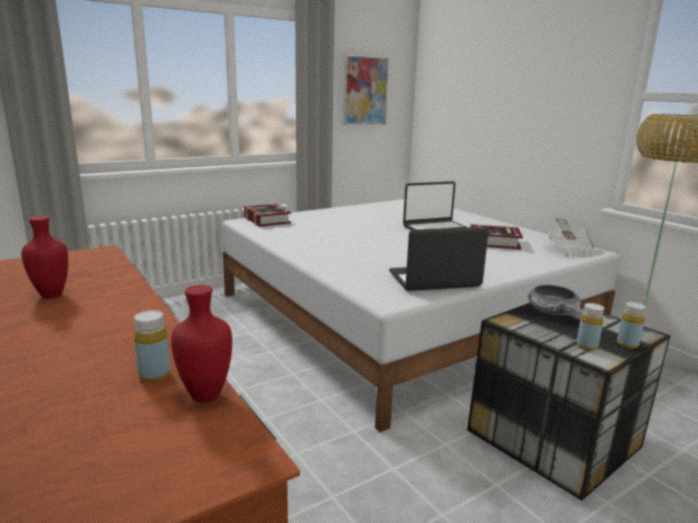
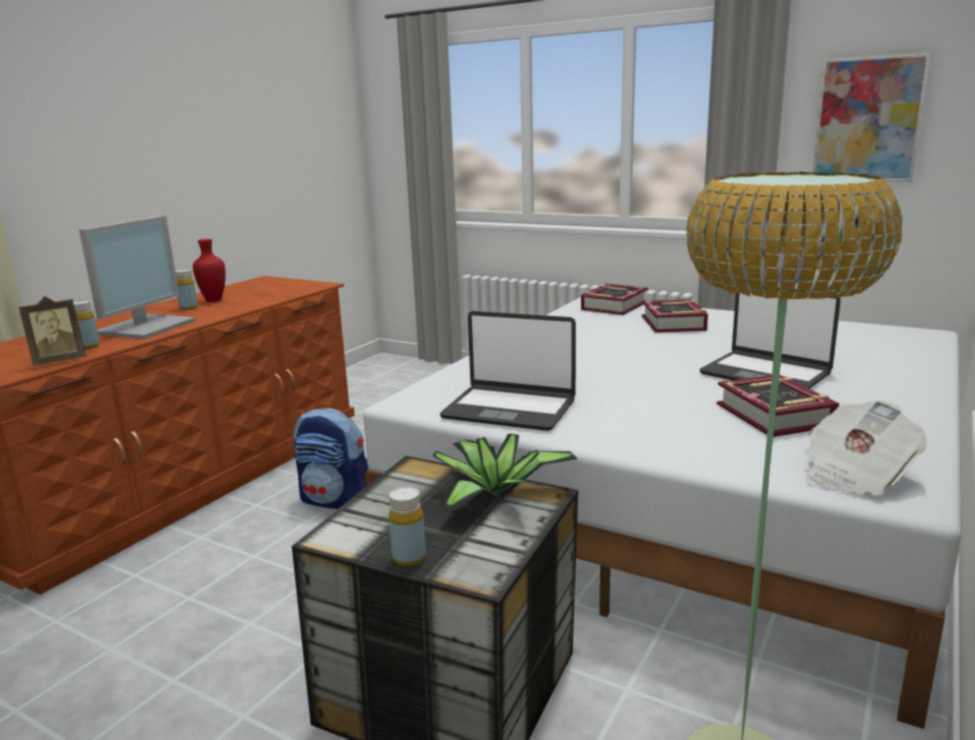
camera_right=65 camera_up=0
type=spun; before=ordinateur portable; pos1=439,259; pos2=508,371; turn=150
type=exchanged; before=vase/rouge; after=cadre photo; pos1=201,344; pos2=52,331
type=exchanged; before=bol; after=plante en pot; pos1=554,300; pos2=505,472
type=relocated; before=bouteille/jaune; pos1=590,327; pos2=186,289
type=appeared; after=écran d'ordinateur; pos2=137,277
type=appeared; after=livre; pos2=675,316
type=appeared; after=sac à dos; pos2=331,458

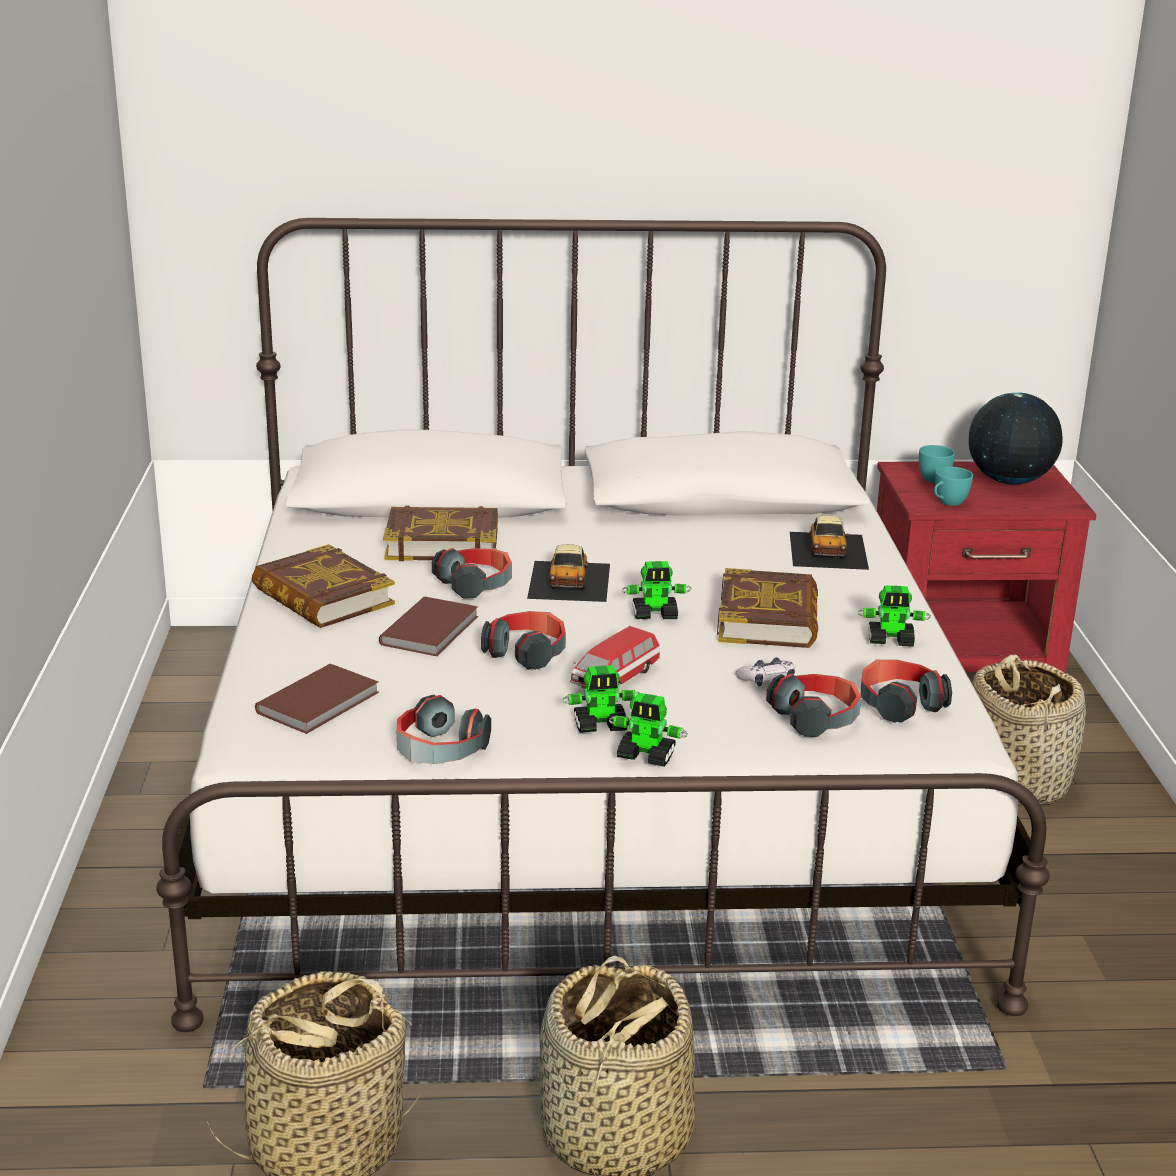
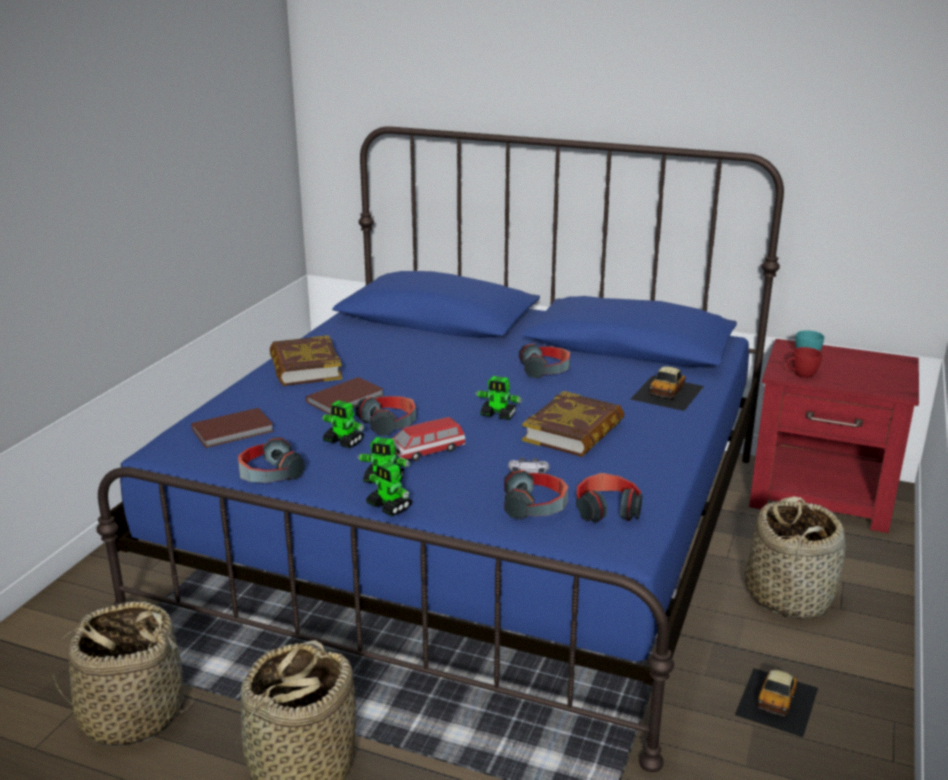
camera_right=25 camera_up=0
type=colour; before=lit/blanc; after=lit/bleu; pos1=603,625; pos2=440,449
type=missing; before=globe; pos1=1016,438
type=colour; before=tasse/turquoise; after=tasse/rouge; pos1=953,486; pos2=804,362
type=missing; before=livre; pos1=440,533
type=relocated; before=petite voiture; pos1=568,573; pos2=776,702
type=relocated; before=casque audio; pos1=472,573; pos2=544,361
type=relocated; before=robot jouet; pos1=894,616; pos2=343,424

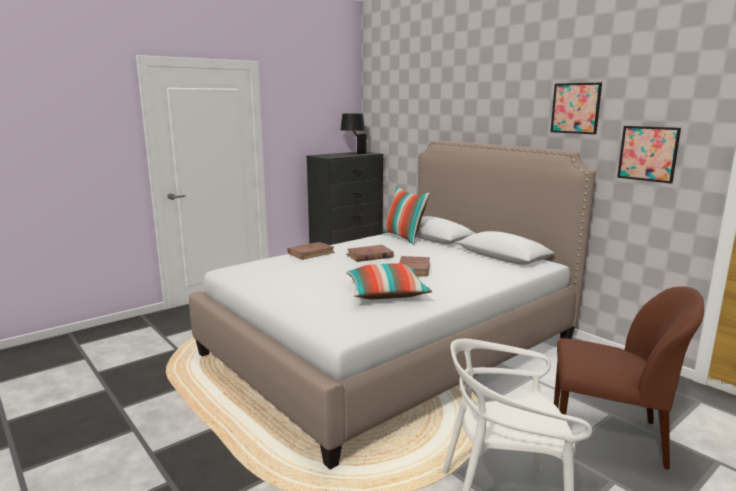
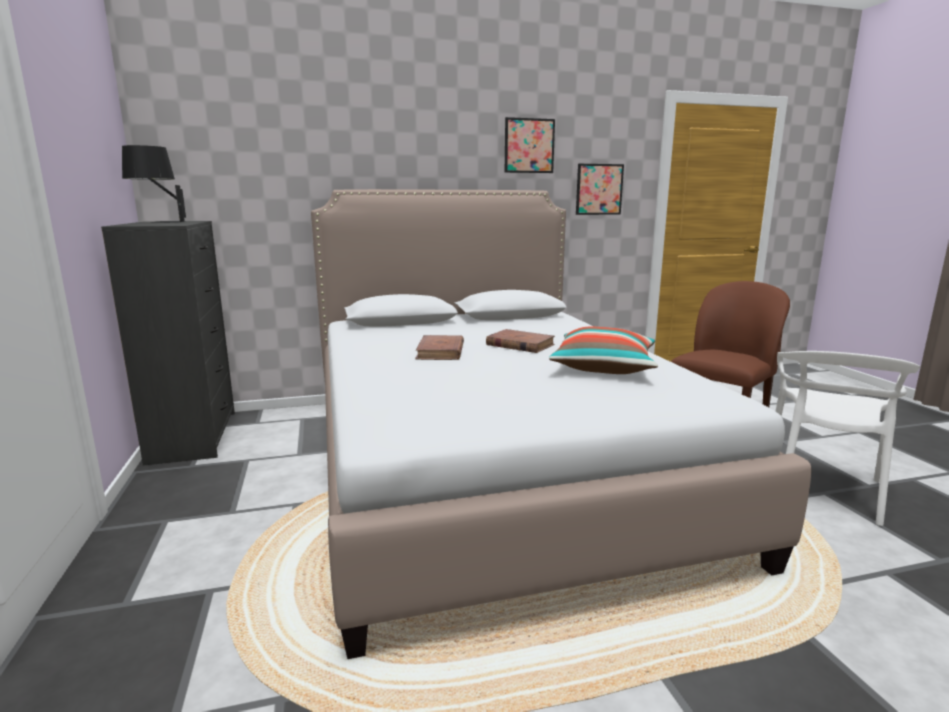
camera_right=-65 camera_up=0
type=missing; before=coussin; pos1=406,215
type=missing; before=livre/marron; pos1=311,251

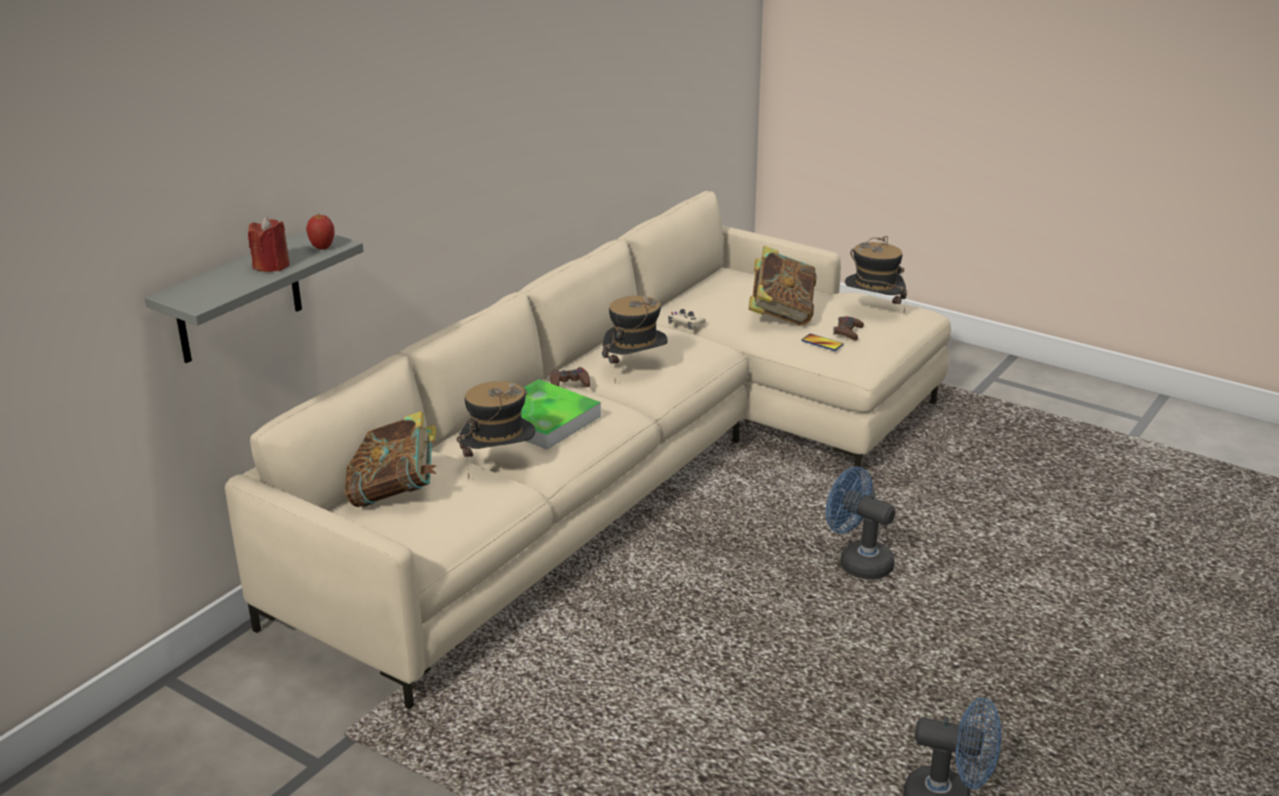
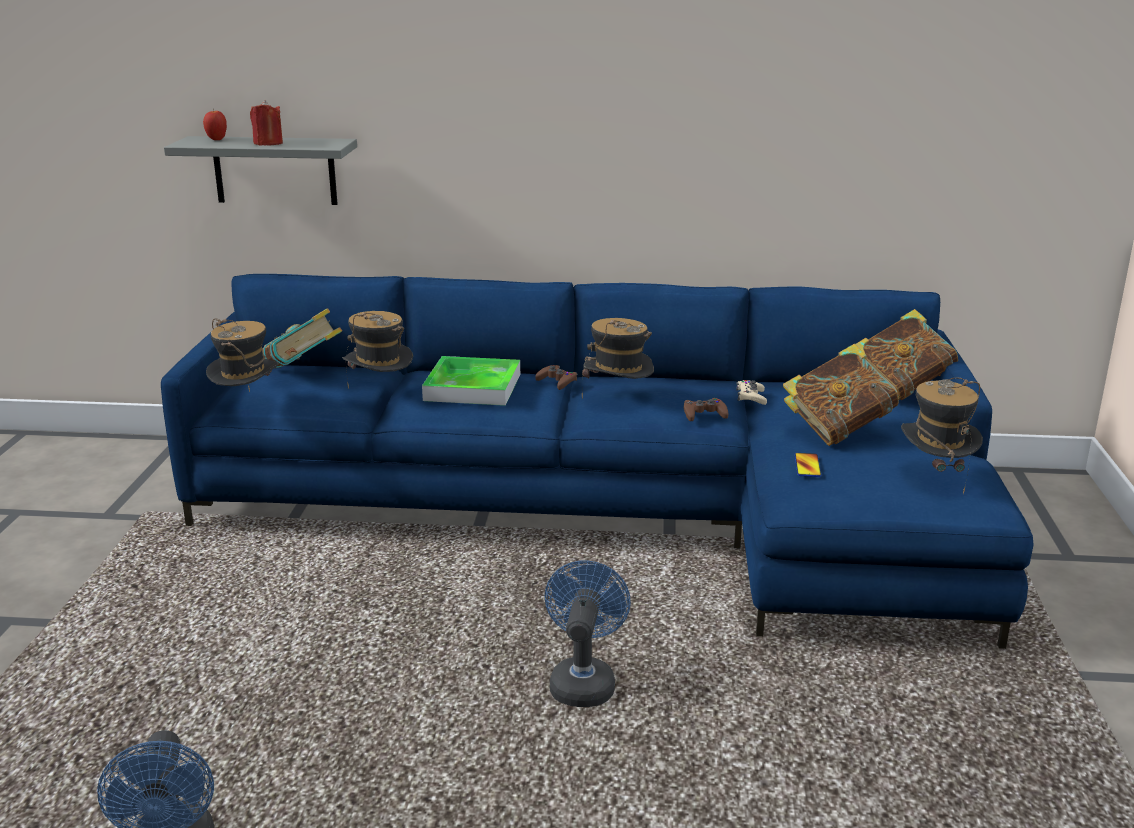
camera_right=60 camera_up=-5
type=colour; before=canapé/beige; after=canapé/bleu; pos1=588,450; pos2=597,461
type=relocated; before=pomme; pos1=320,231; pos2=215,124
type=relocated; before=manette/marron; pos1=848,328; pos2=706,409
type=appeared; after=livre; pos2=907,354
type=appeared; after=chapeau; pos2=242,355

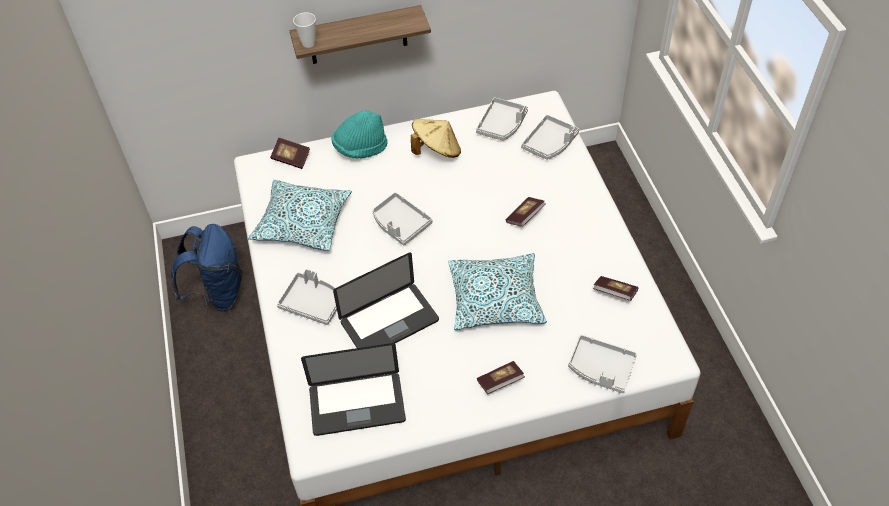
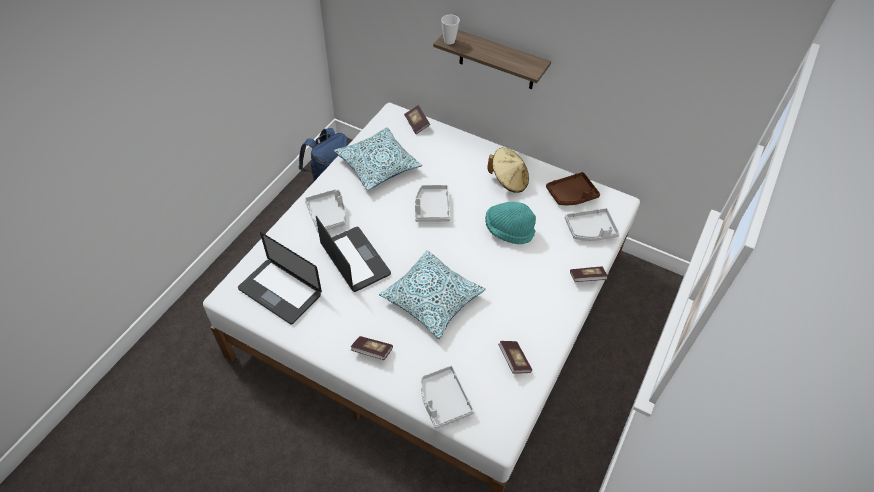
camera_right=40 camera_up=0
type=colour; before=plateau/gris; after=plateau/marron; pos1=502,119; pos2=573,188
type=relocated; before=chapeau/turquoise; pos1=359,134; pos2=510,223
type=relocated; before=livre; pos1=525,212; pos2=589,274
type=spun; before=ordinateur portable; pos1=386,300; pos2=353,254; turn=-135

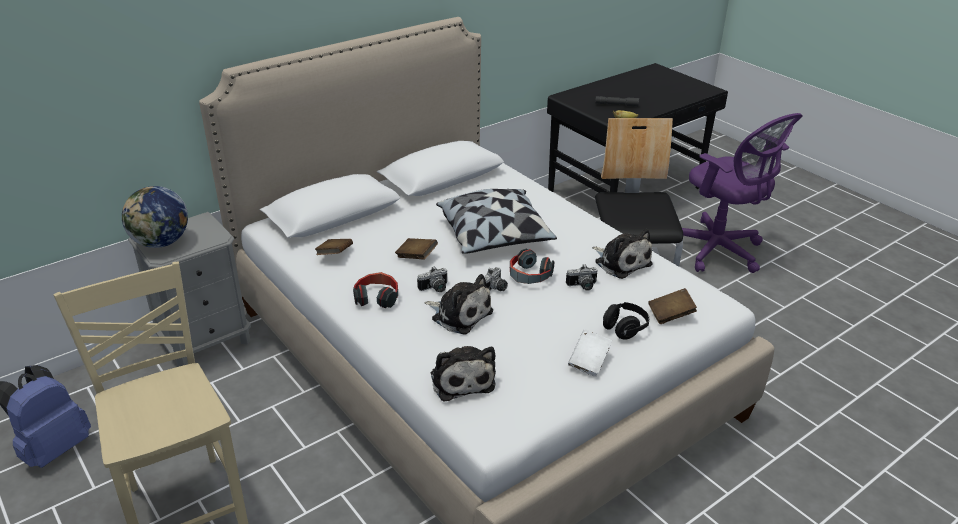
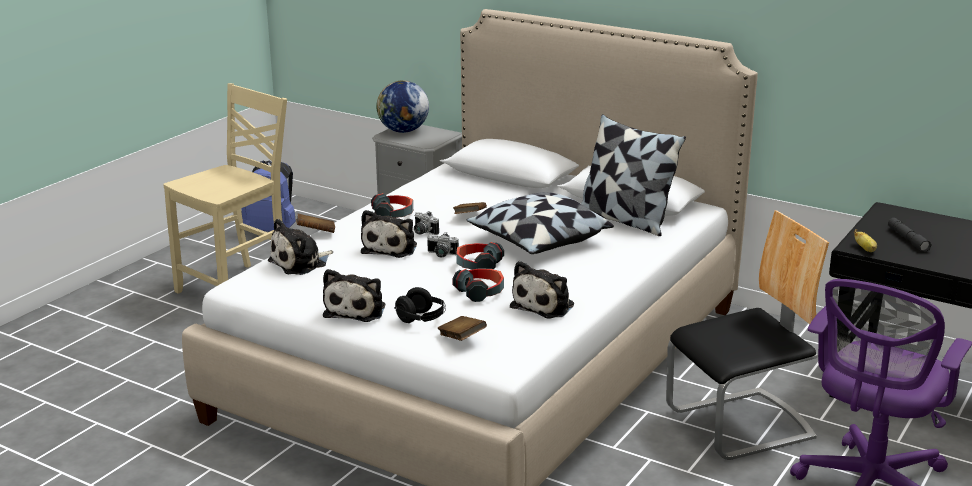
camera_right=70 camera_up=-10
type=relocated; before=livre/marron; pos1=334,247; pos2=315,223
type=exchanged; before=appareil photo; after=casque audio; pos1=582,277; pos2=478,285
type=exchanged; before=livre/blanc; after=peluche; pos1=590,353; pos2=354,295
type=appeared; after=coussin; pos2=633,175

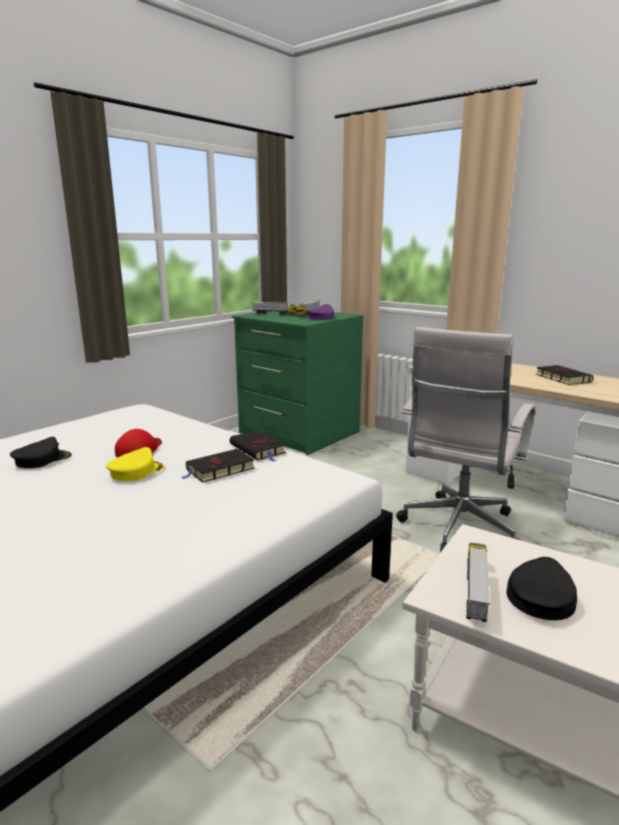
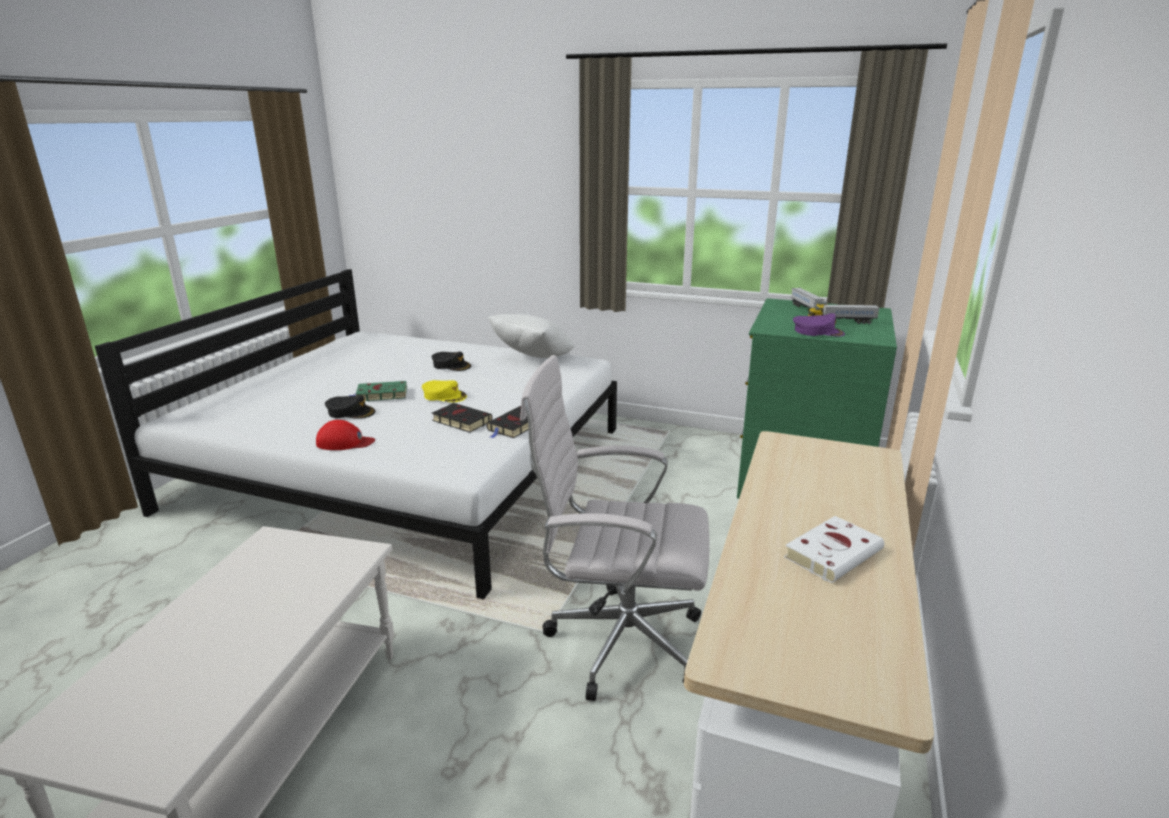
camera_right=70 camera_up=5
type=colour; before=livre/noir; after=livre/blanc; pos1=564,375; pos2=834,549
type=relocated; before=casquette/rouge; pos1=138,443; pos2=345,435
type=missing; before=camion jouet; pos1=478,582
type=relocated; before=casquette/noir; pos1=541,588; pos2=350,407
type=appeared; after=coussin/blanc; pos2=531,336
type=appeared; after=livre/vert; pos2=378,391

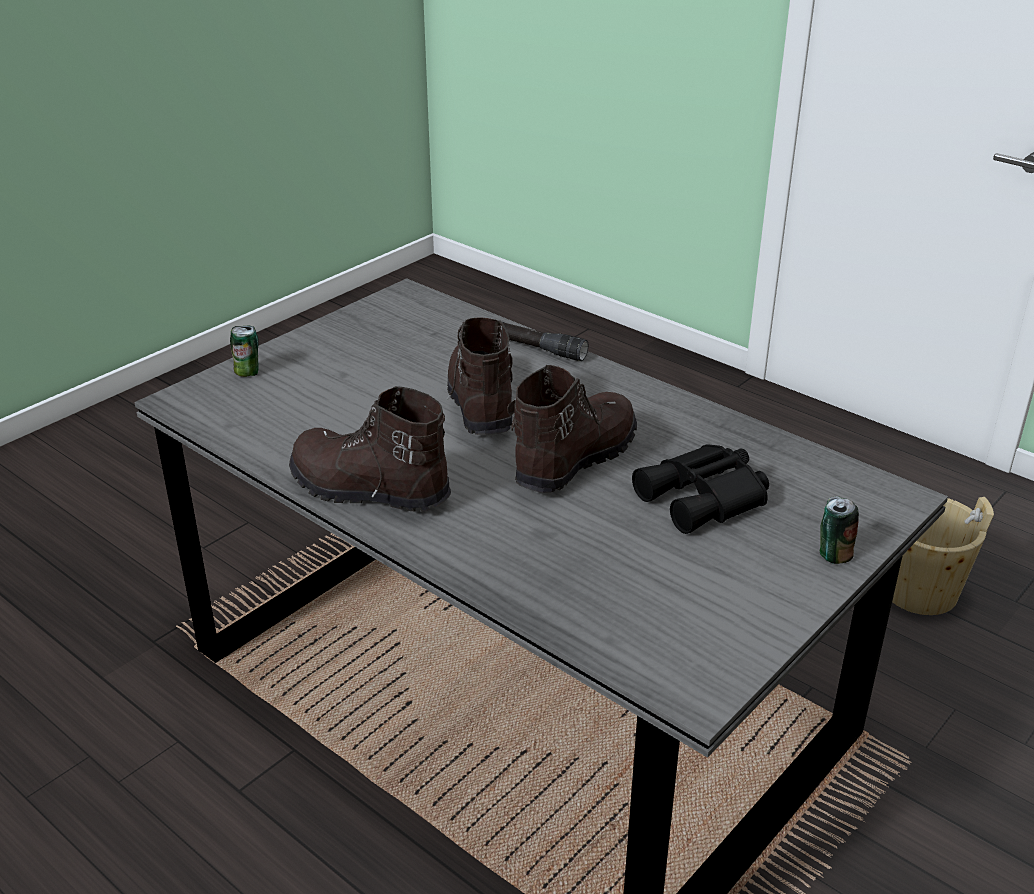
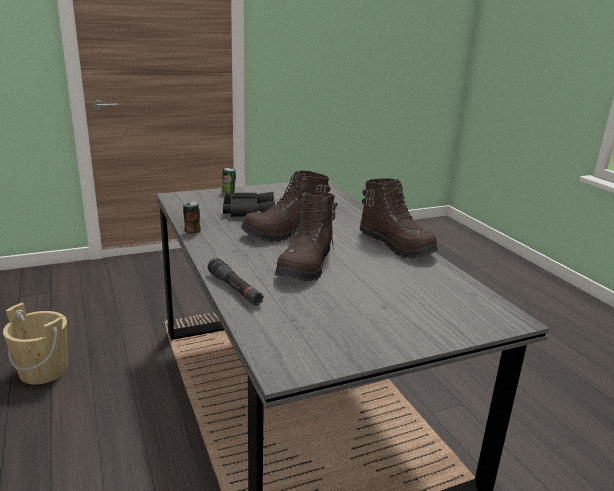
camera_right=-155 camera_up=-10
type=relocated; before=boîte métallique; pos1=244,351; pos2=192,218

